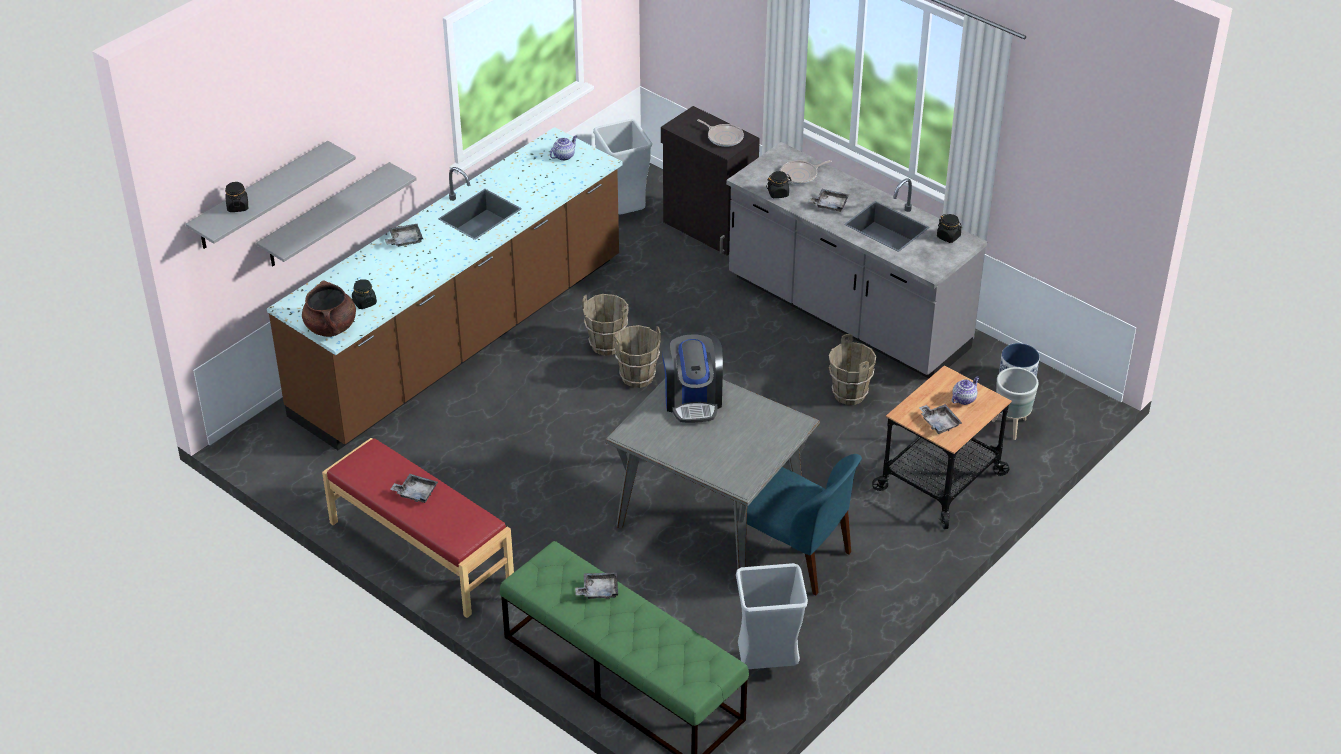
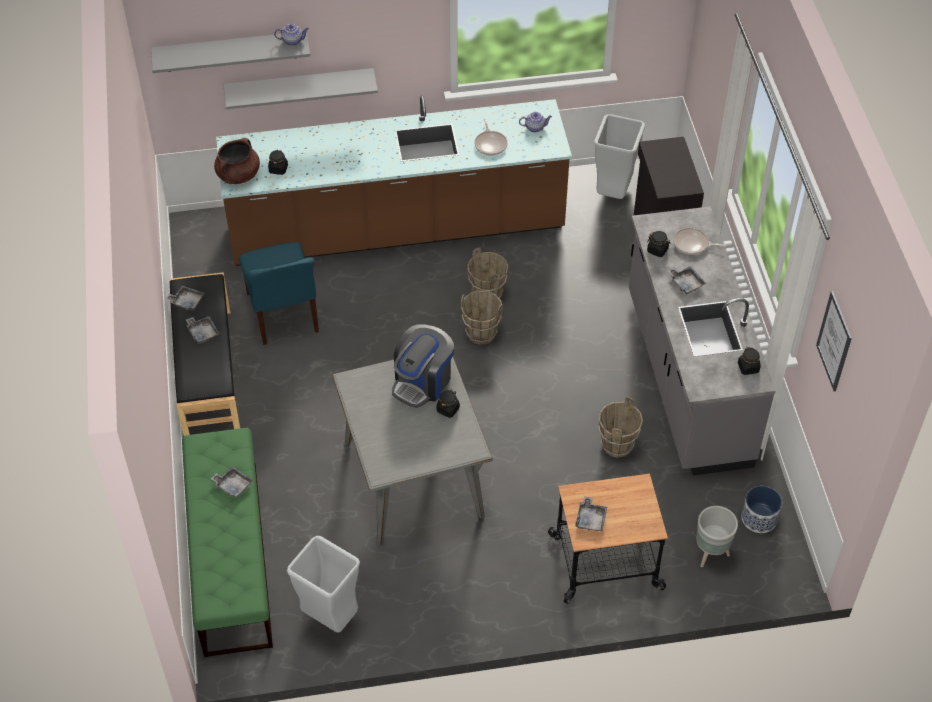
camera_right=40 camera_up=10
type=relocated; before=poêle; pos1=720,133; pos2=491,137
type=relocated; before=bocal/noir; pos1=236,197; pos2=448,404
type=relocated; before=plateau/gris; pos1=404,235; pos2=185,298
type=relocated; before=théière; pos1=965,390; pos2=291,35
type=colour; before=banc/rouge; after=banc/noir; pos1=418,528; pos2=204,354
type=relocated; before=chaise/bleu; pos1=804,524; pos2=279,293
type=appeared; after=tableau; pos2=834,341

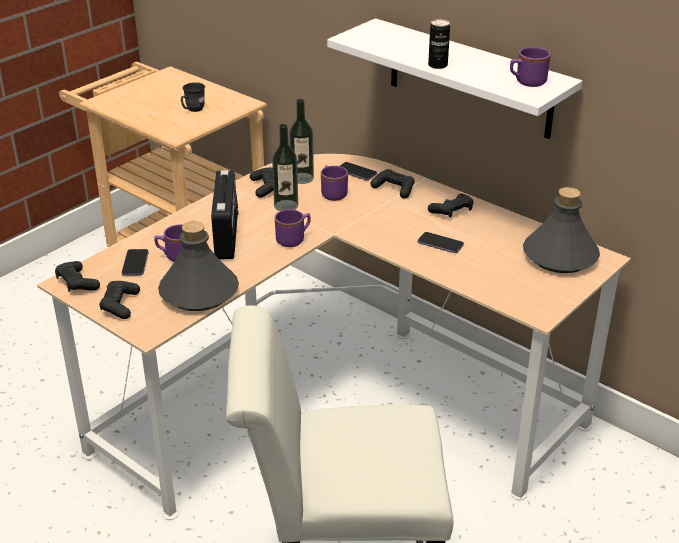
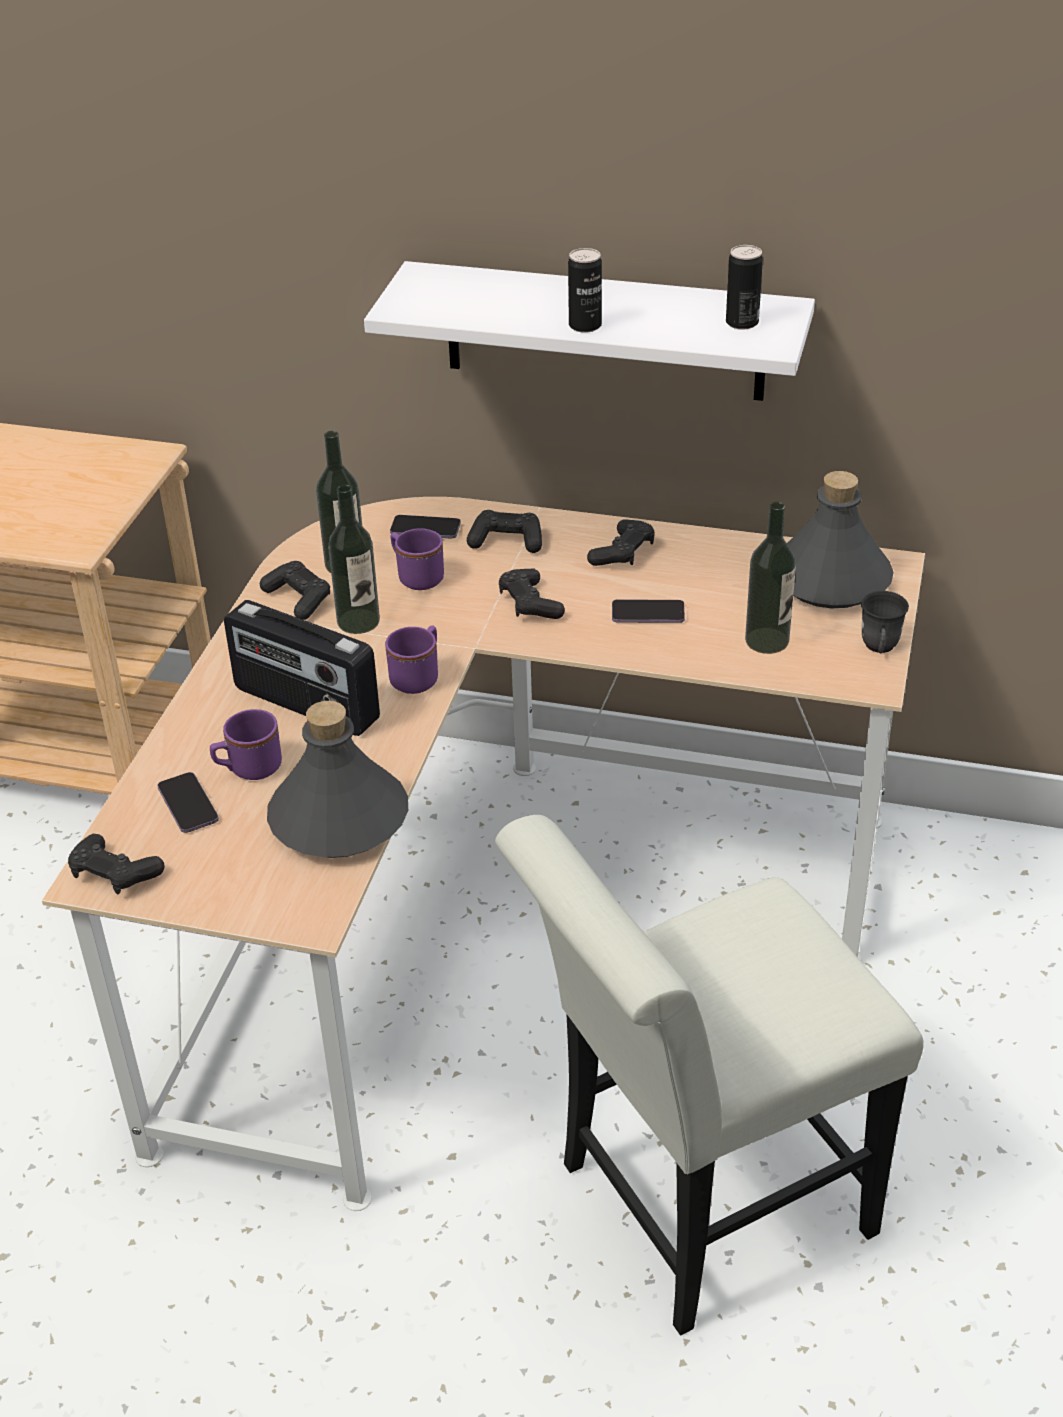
camera_right=-25 camera_up=5
type=exchanged; before=mug/violet; after=boîte métallique; pos1=530,67; pos2=744,287
type=relocated; before=mug/gris; pos1=193,97; pos2=885,622
type=spun; before=radio; pos1=224,214; pos2=302,668; turn=150
type=relocated; before=manette/noir; pos1=119,300; pos2=532,594
type=appeared; after=bouteille; pos2=770,578

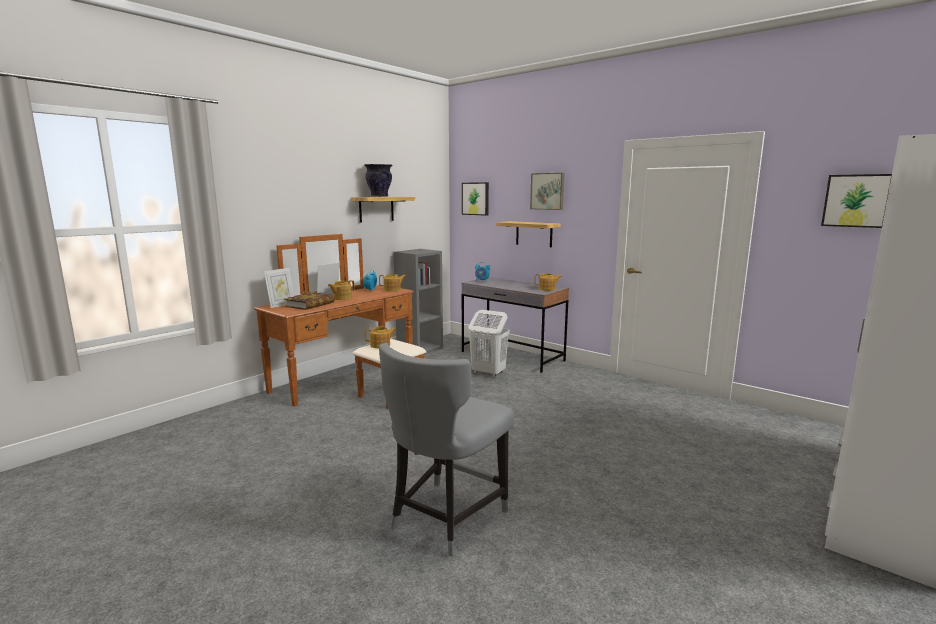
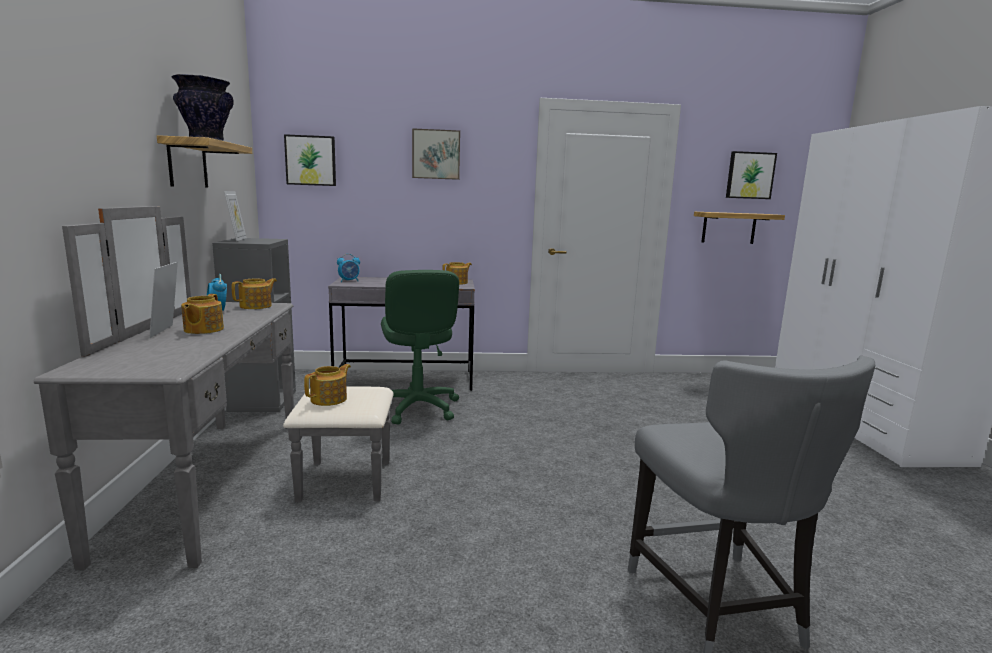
camera_right=-45 camera_up=0
type=relocated; before=étagère; pos1=528,234; pos2=739,228
type=colour; before=commode/marron; after=commode/gris; pos1=340,321; pos2=214,388
type=relocated; before=cadre photo; pos1=279,288; pos2=235,216
type=missing; before=livre; pos1=309,301
type=exchanged; before=panier à linge/blanc; after=chaise de bureau/vert; pos1=489,344; pos2=420,347

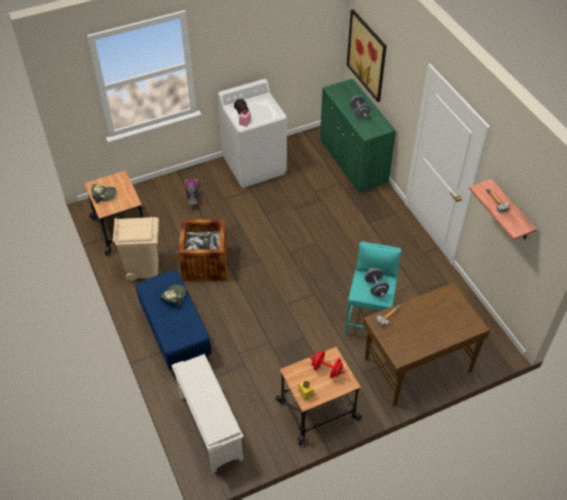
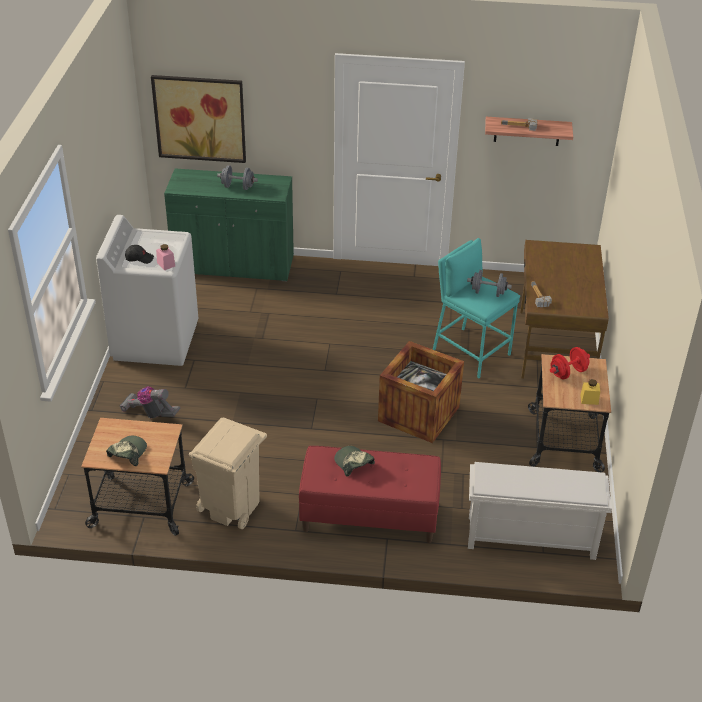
camera_right=-60 camera_up=-10
type=relocated; before=caisse; pos1=202,250; pos2=421,392
type=colour; before=banc/bleu; after=banc/rouge; pos1=174,322; pos2=370,494

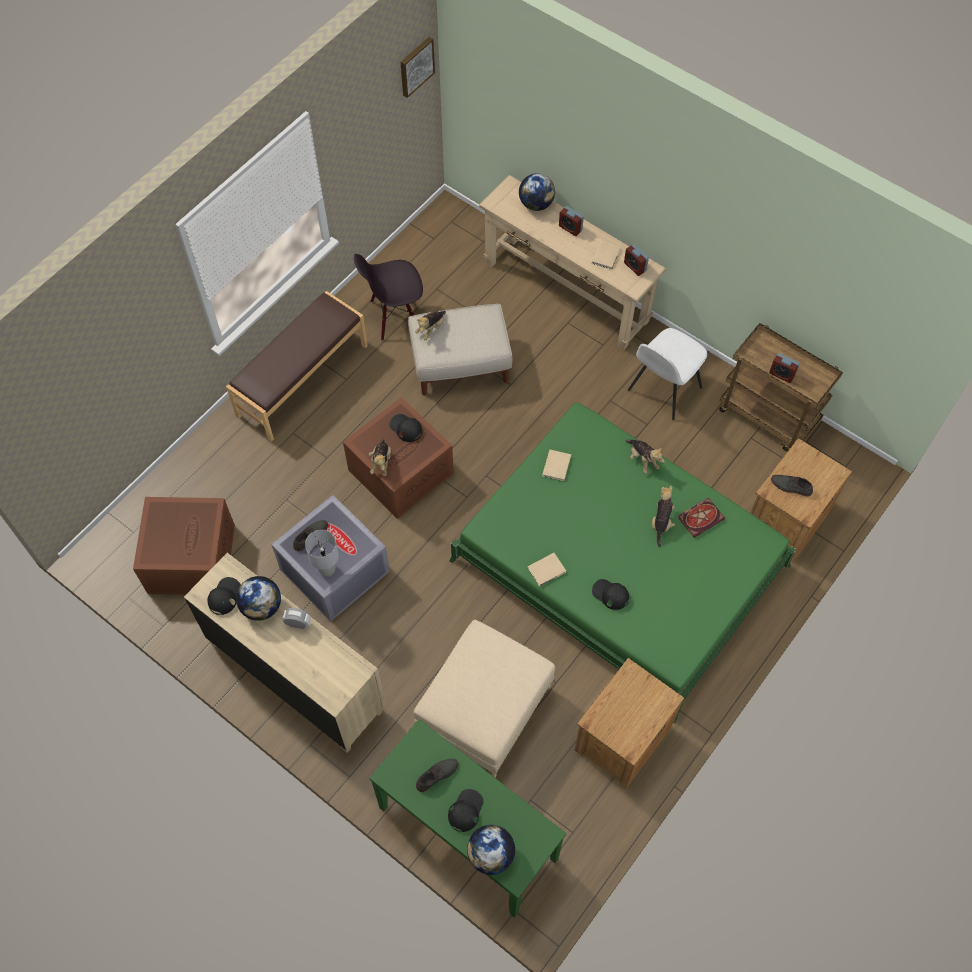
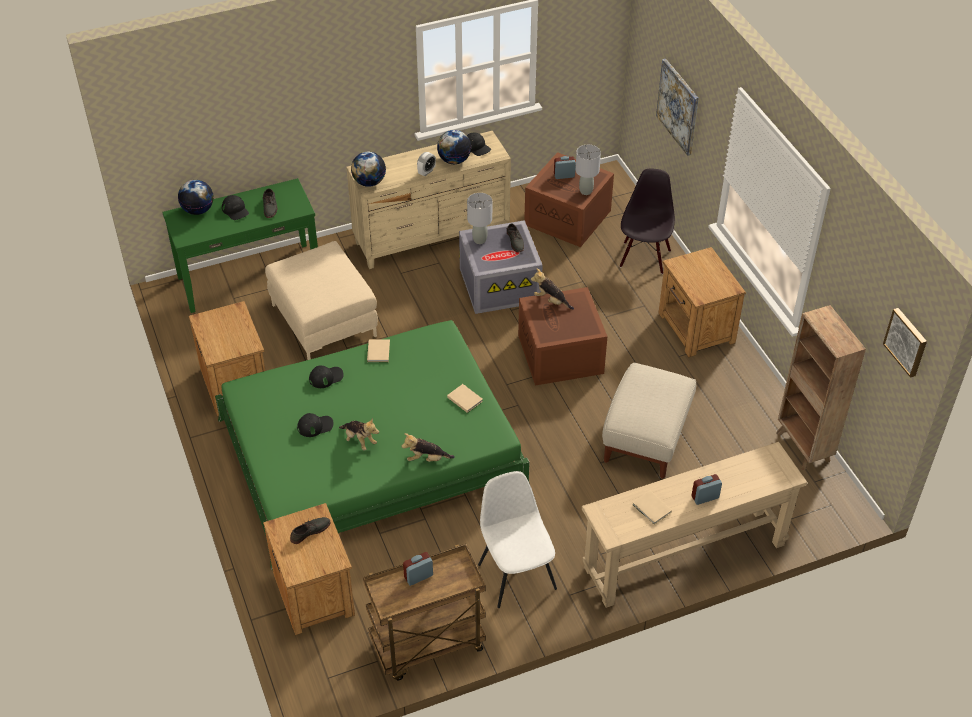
camera_right=120 camera_up=-15
type=relocated; before=globe; pos1=537,192; pos2=368,169
type=relocated; before=réveil; pos1=636,260; pos2=565,167
type=relocated; before=chaise/noir; pos1=388,297; pos2=647,221
type=exchanged; before=banc/marron; after=table de chevet/marron; pos1=297,366; pos2=702,302
type=missing; before=peluche; pos1=430,325
type=relocated; before=casquette/noir; pos1=405,428; pos2=315,425
type=missing; before=livre; pos1=701,518
type=appeared; after=tableau; pos2=677,107
type=appeared; after=lampe de table/gris; pos2=588,170
type=appeared; after=bibliothèque/marron; pos2=821,388

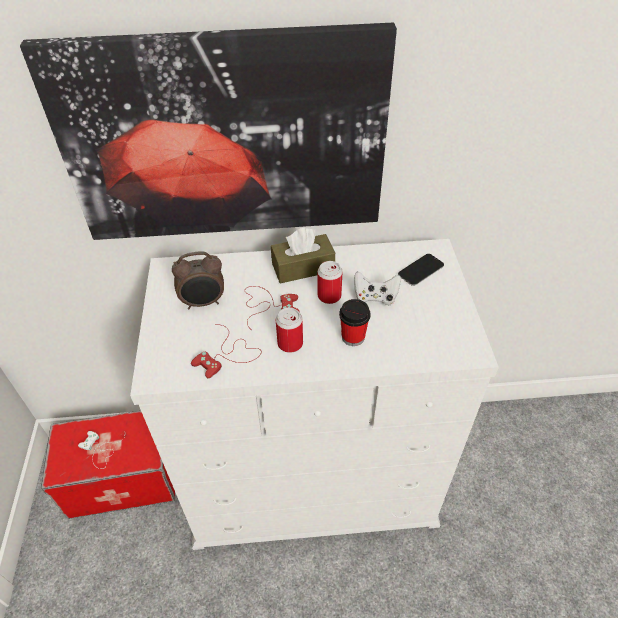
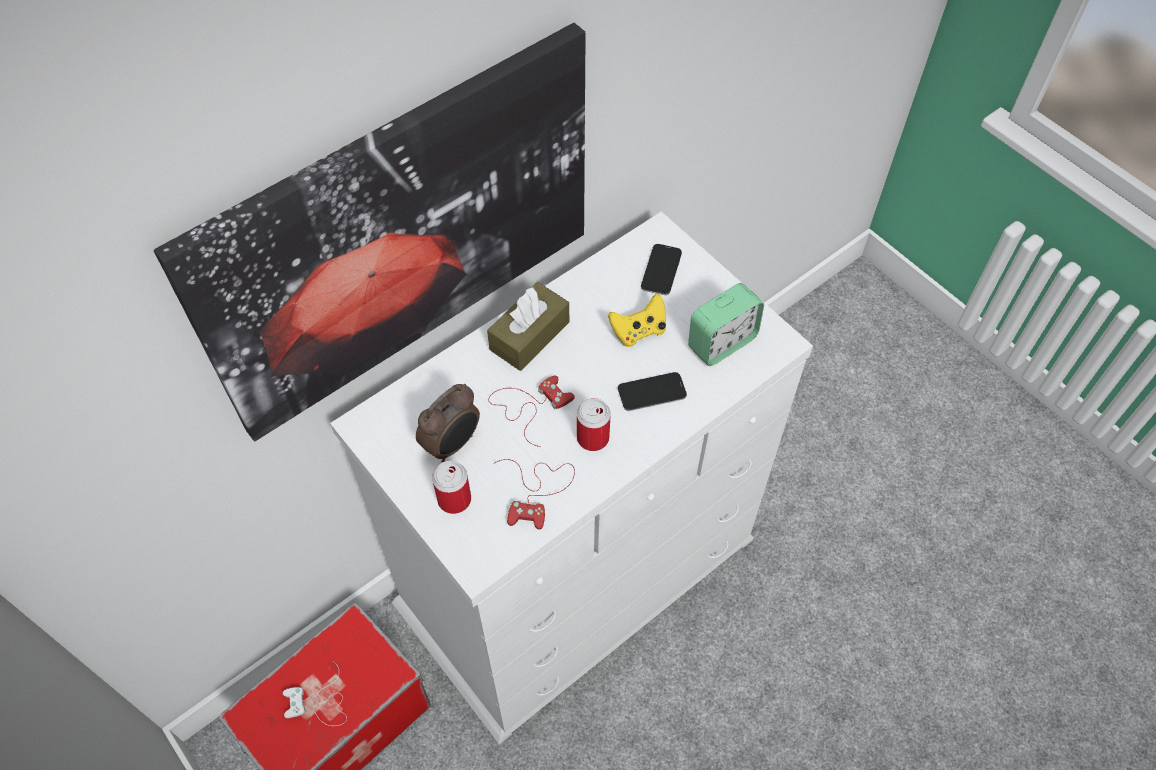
camera_right=-35 camera_up=10
type=relocated; before=boîte métallique; pos1=330,282; pos2=451,487
type=colour; before=manette/blanc; after=manette/jaune; pos1=377,288; pos2=637,320
type=exchanged; before=tasse; after=téléphone; pos1=355,322; pos2=652,391
type=appeared; after=réveil; pos2=726,324

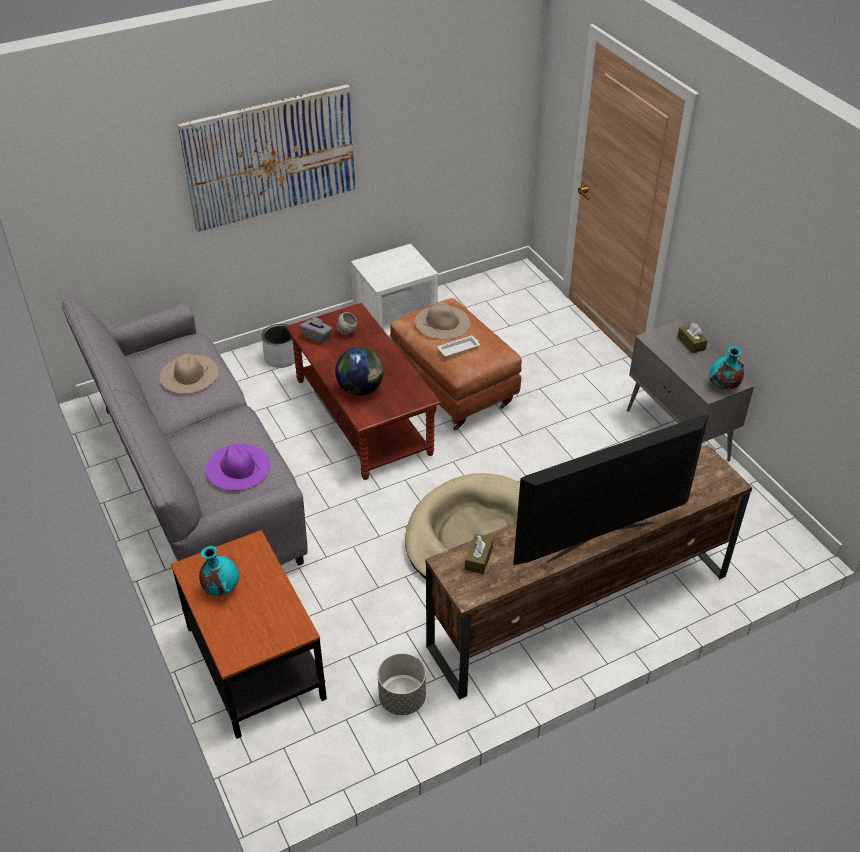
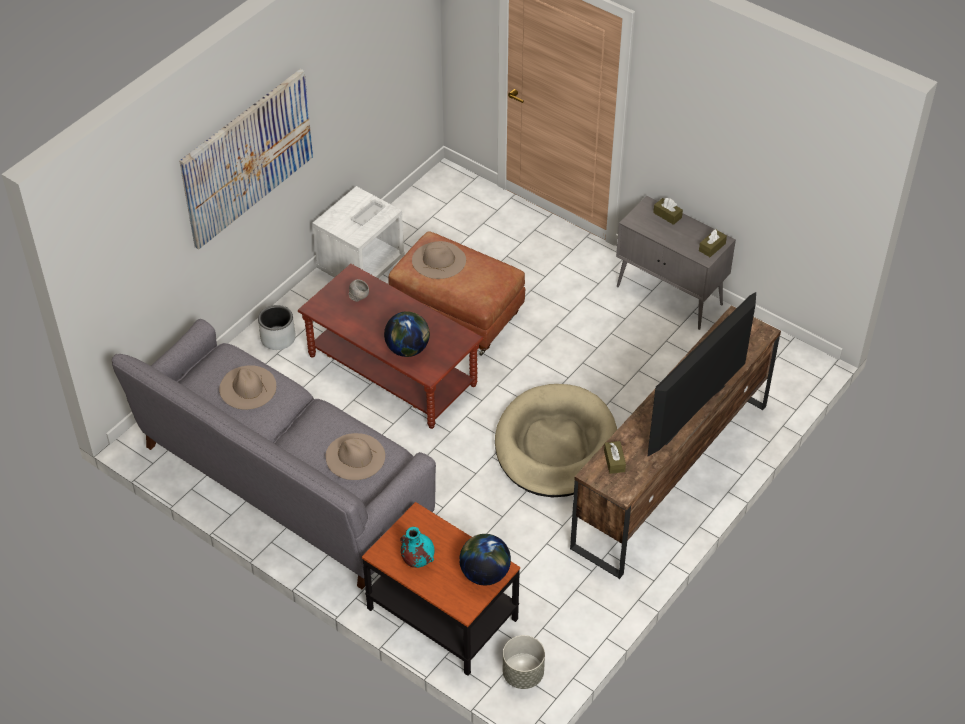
camera_right=-25 camera_up=5
type=missing; before=boîte à mouchoirs/gris; pos1=316,330
type=relocated; before=plateau/blanc; pos1=458,346; pos2=368,212
type=exchanged; before=vase/turquoise; after=boîte à mouchoirs/marron; pos1=726,367; pos2=713,243
type=colour; before=chapeau/violet; after=chapeau/beige; pos1=238,467; pos2=355,456
type=relocated; before=cache-pot/gris; pos1=402,684; pos2=524,662
type=appeared; after=globe; pos2=485,559

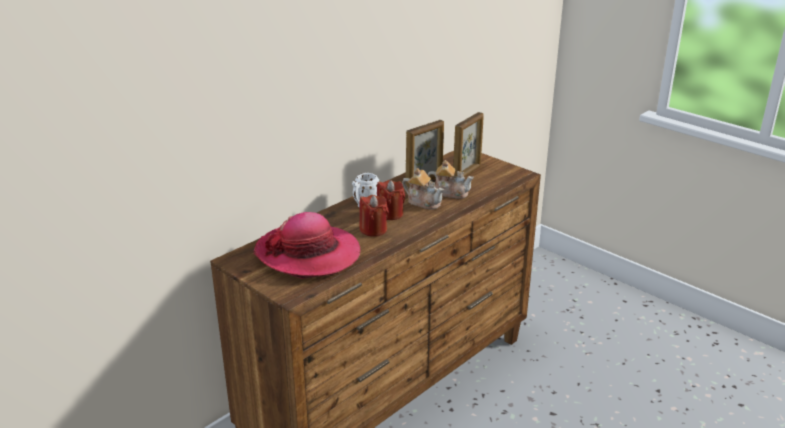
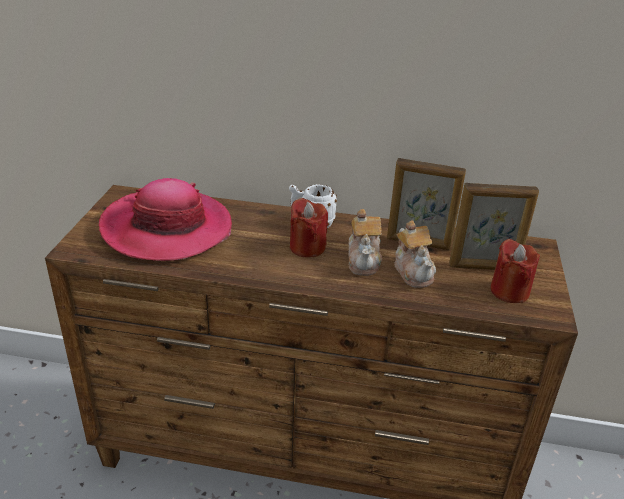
camera_right=55 camera_up=5
type=relocated; before=bougie/rouge; pos1=374,216; pos2=515,271

